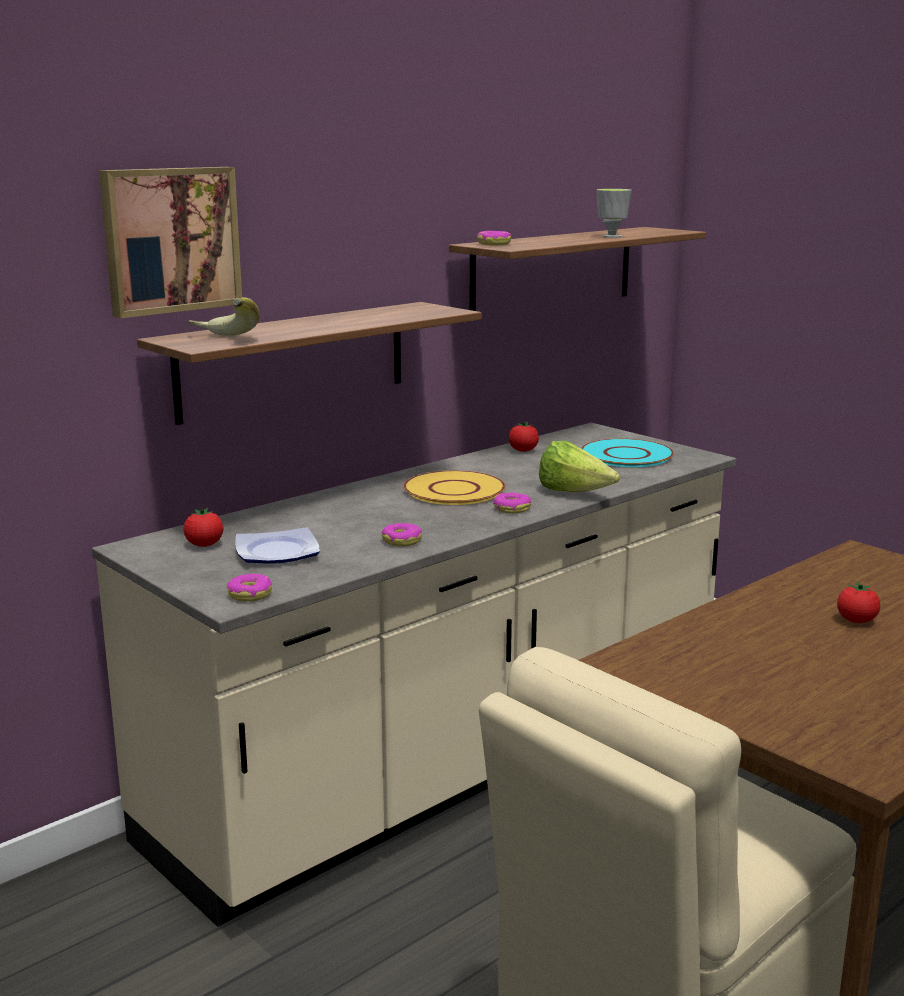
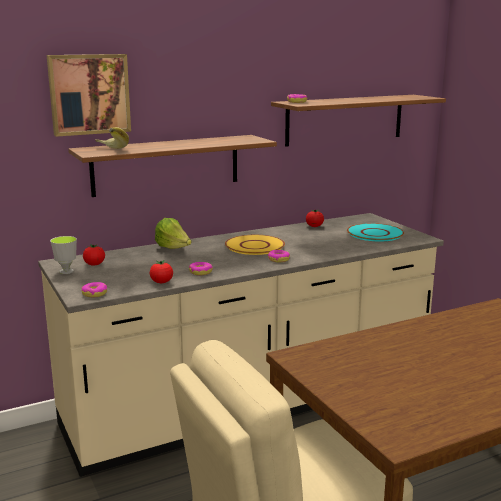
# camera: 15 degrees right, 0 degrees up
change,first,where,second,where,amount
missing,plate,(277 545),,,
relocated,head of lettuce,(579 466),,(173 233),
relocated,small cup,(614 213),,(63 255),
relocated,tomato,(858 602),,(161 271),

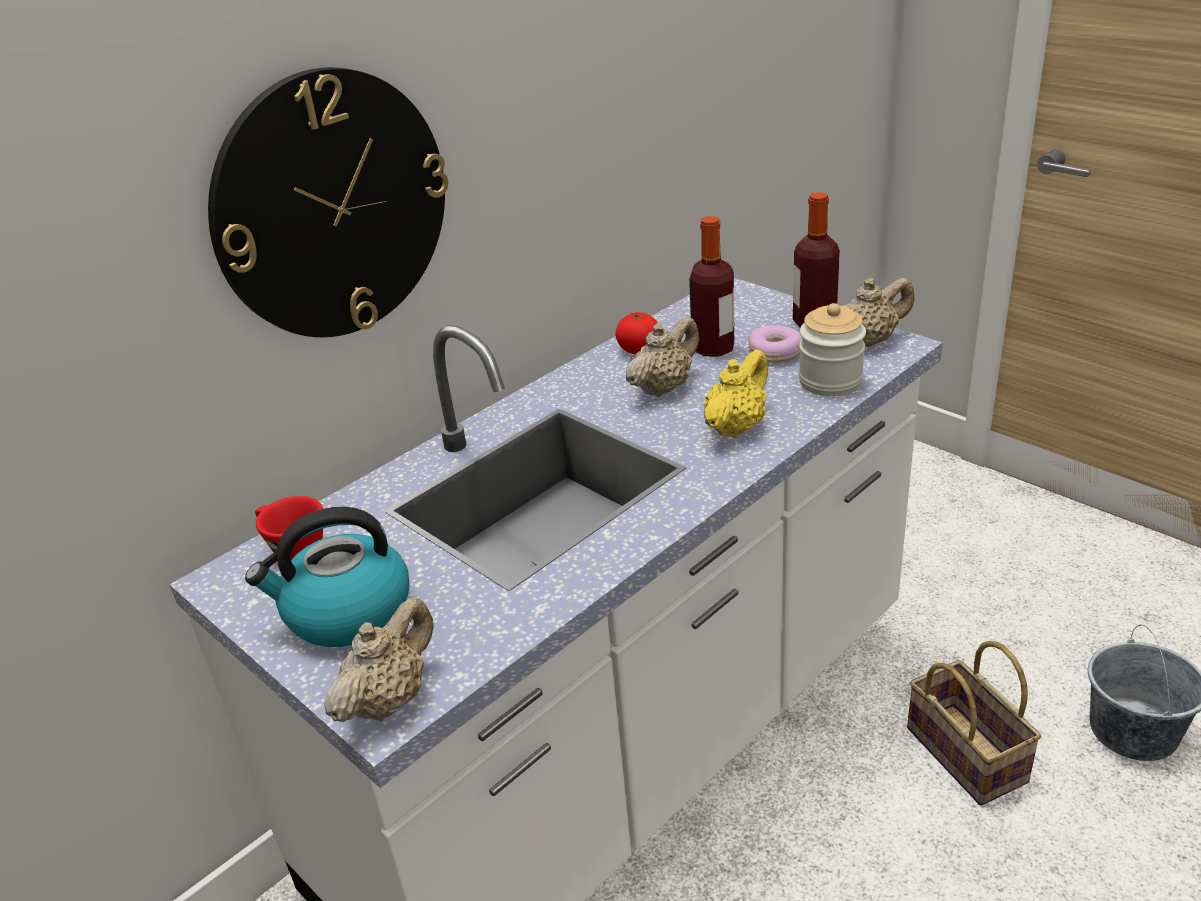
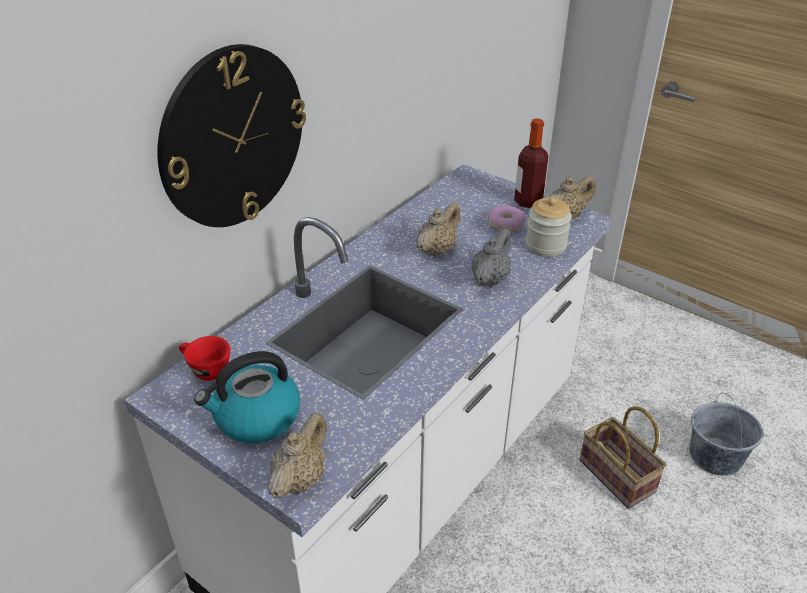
# camera: 10 degrees left, 5 degrees up
change,first,where,second,where,amount
missing,tomato,(636 333),,,
missing,drink bottle,(711 286),,,
colour,yellow pot for tea,(736 394),gray pot for tea,(491 258),

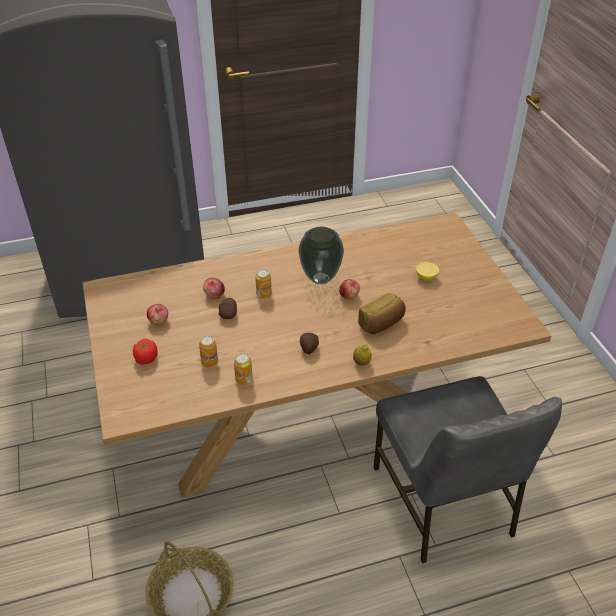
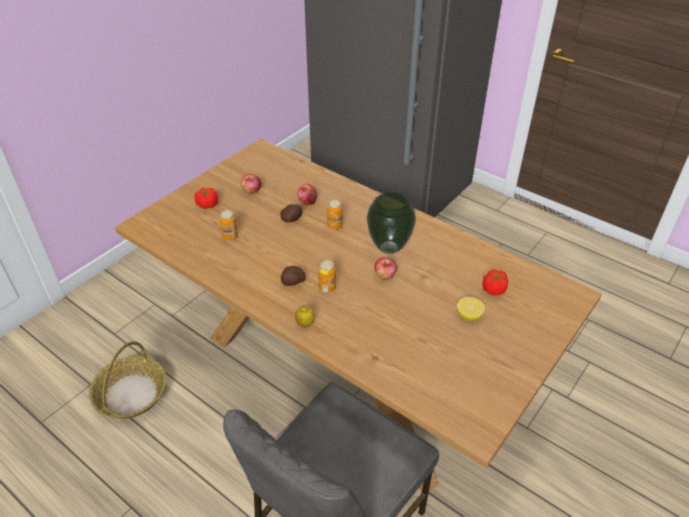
# camera: 55 degrees right, 0 degrees up
change,first,where,second,where,amount
missing,bread,(382 313),,,
appeared,,,tomato,(495 282),
relocated,can,(243 369),,(327 276),

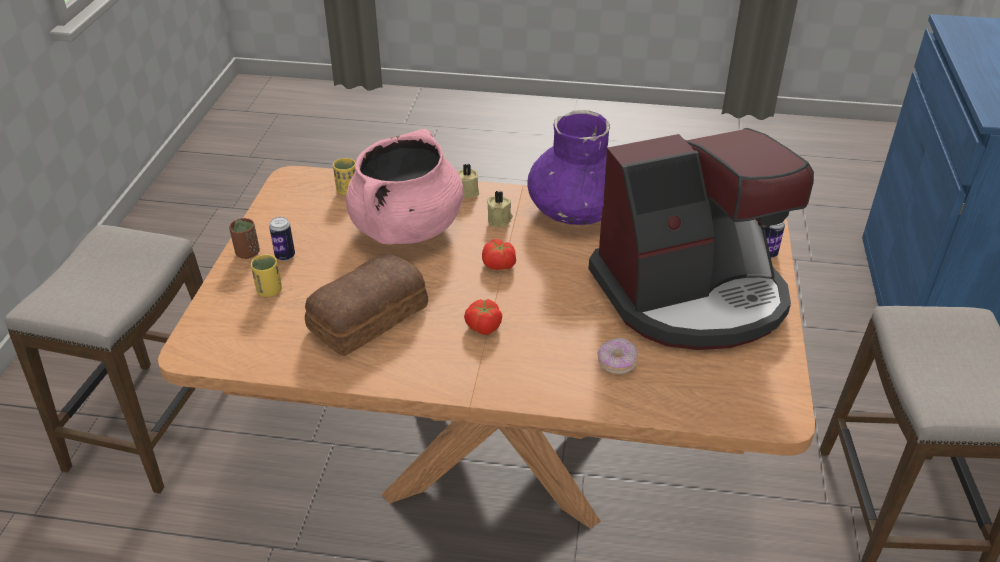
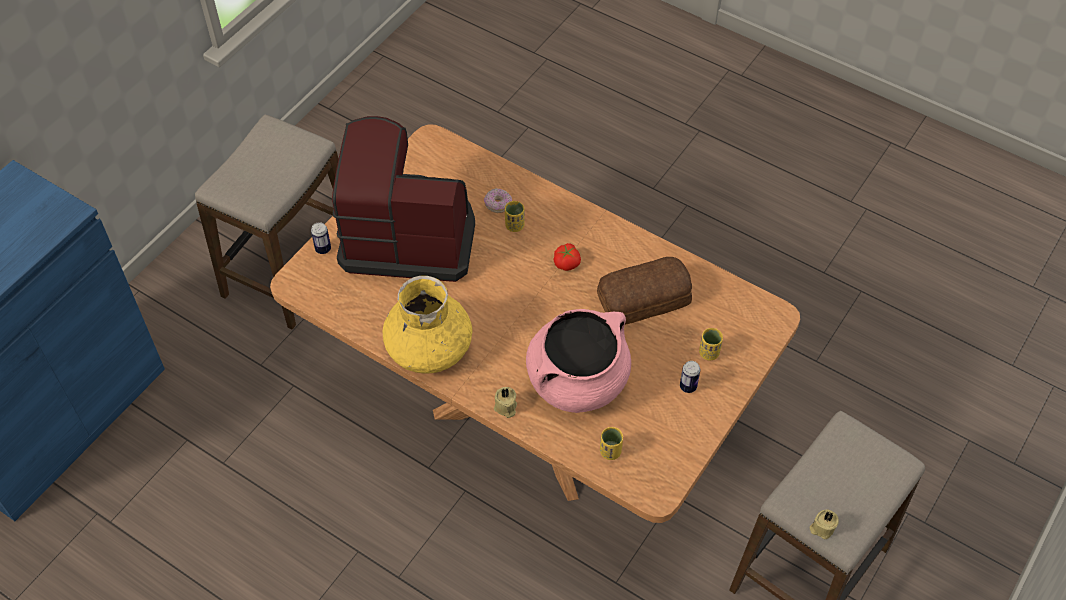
# camera: 155 degrees left, 15 degrees up
change,first,where,second,where,amount
missing,brown small cup,(244 238),,,
missing,tomato,(499 254),,,
appeared,,,yellow small cup,(515 216),
relocated,sand-coloured wax light,(500 209),,(824 524),
colour,purple-coloured vase,(568 167),yellow vase,(427 324),

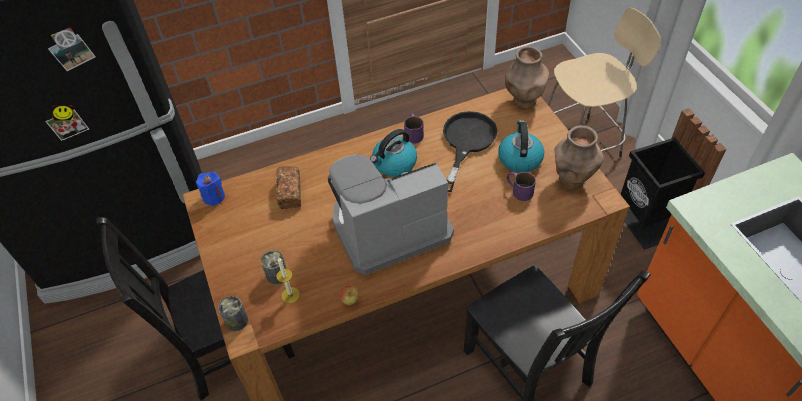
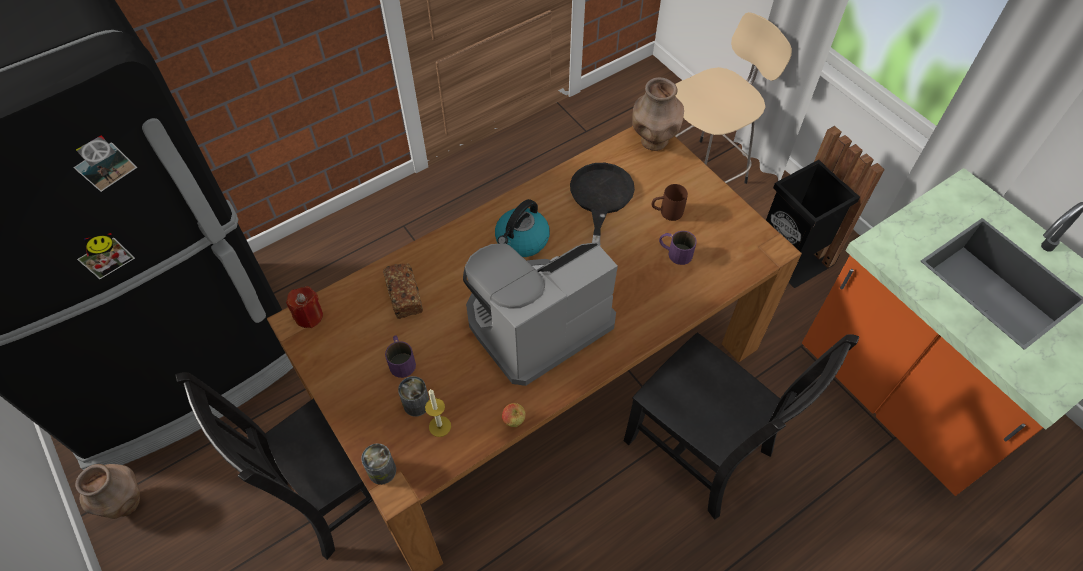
# camera: 15 degrees left, 5 degrees up
change,first,where,second,where,amount
relocated,purple-coloured coffee mug,(414 128),,(400 356),
relocated,brown vase,(579 157),,(107 491),
exchanged,water kettle,(521 146),brown coffee mug,(670 202),
colour,blue wax light,(210 189),red wax light,(304 307),

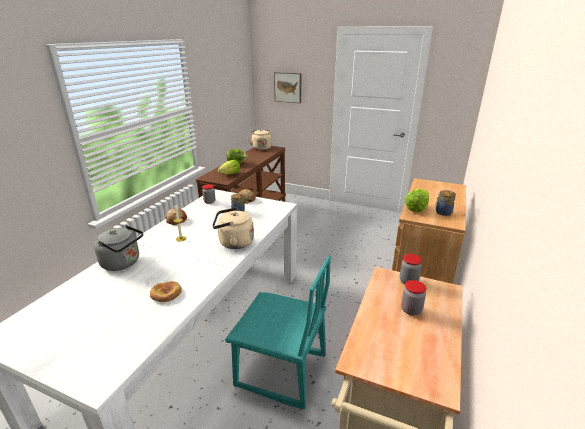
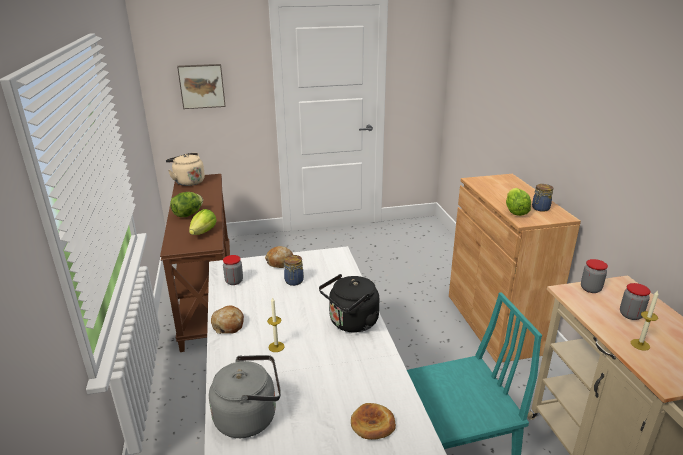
# camera: 35 degrees left, 0 degrees up
change,first,where,second,where,amount
appeared,,,wax light,(645 320),
colour,sand-coloured water kettle,(233 228),blackish water kettle,(349 303),

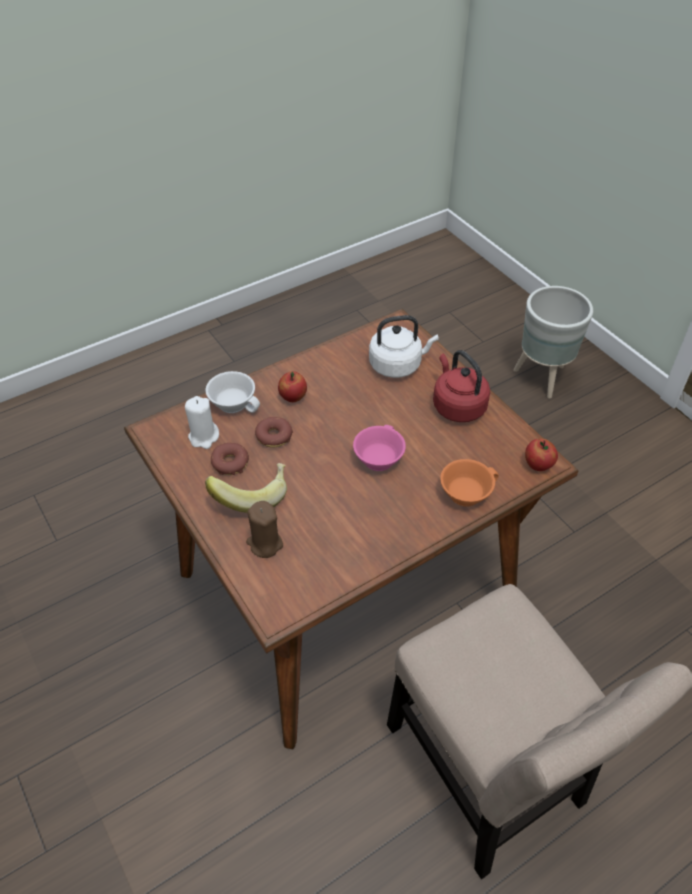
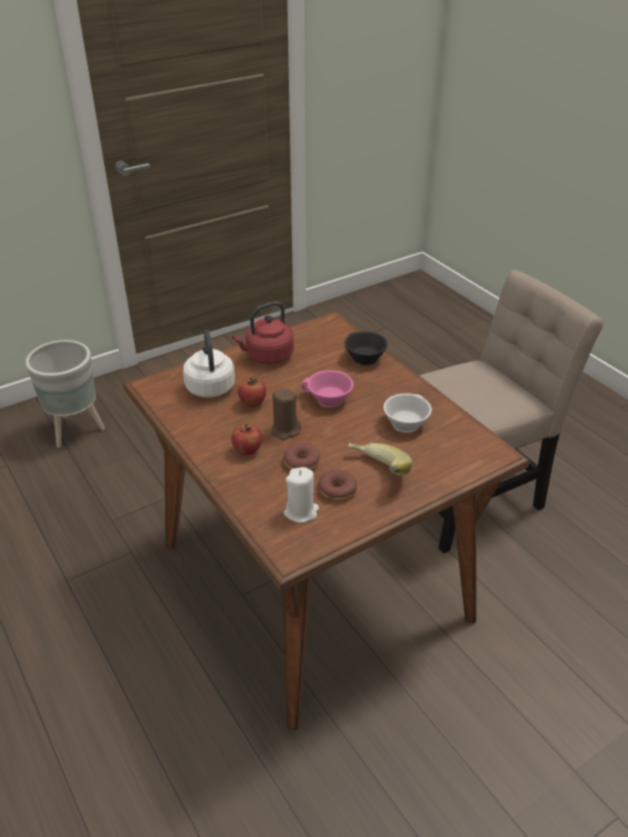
# camera: 90 degrees left, 10 degrees down
change,first,where,second,where,amount
relocated,white small cup,(233 392),,(407 413),
relocated,brown wax light,(264 529),,(286 414),
relocated,whole apple,(541 455),,(252 392),
colour,orangey small cup,(469 483),blackish small cup,(366 348),

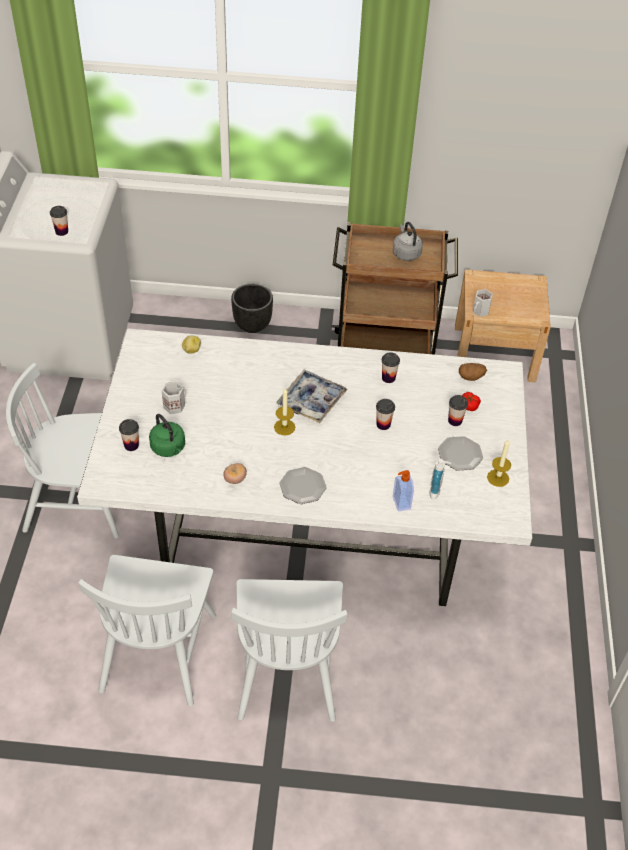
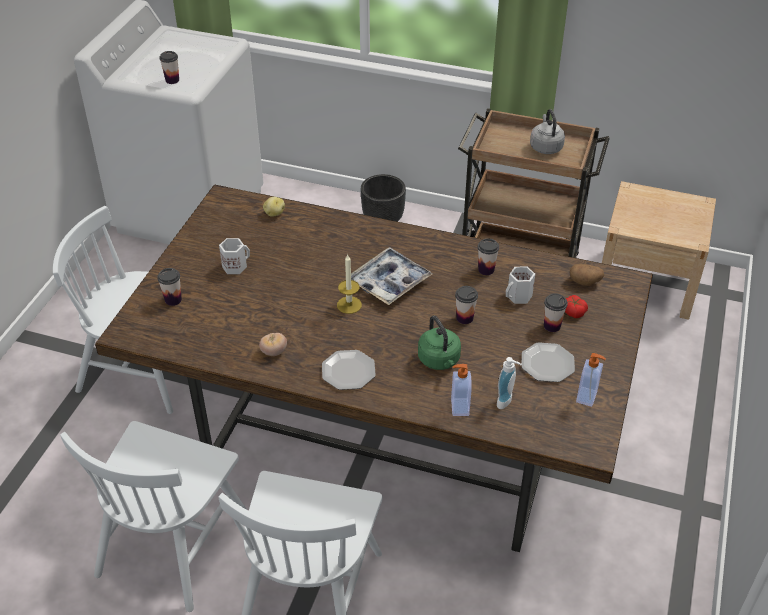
# camera: 15 degrees right, 5 degrees down
change,first,where,second,where,amount
relocated,green water kettle,(167 435),,(439 343),
relocated,white coffee mug,(483 303),,(520 285),
exchanged,wax light,(499 463),soap dispenser,(591 380),
colour,white dinner table,(304 467),brown dinner table,(374 368),

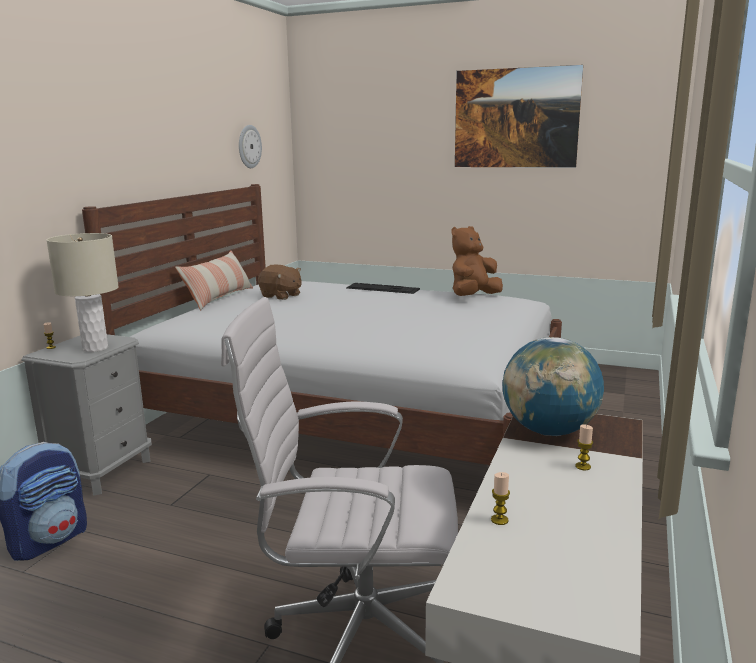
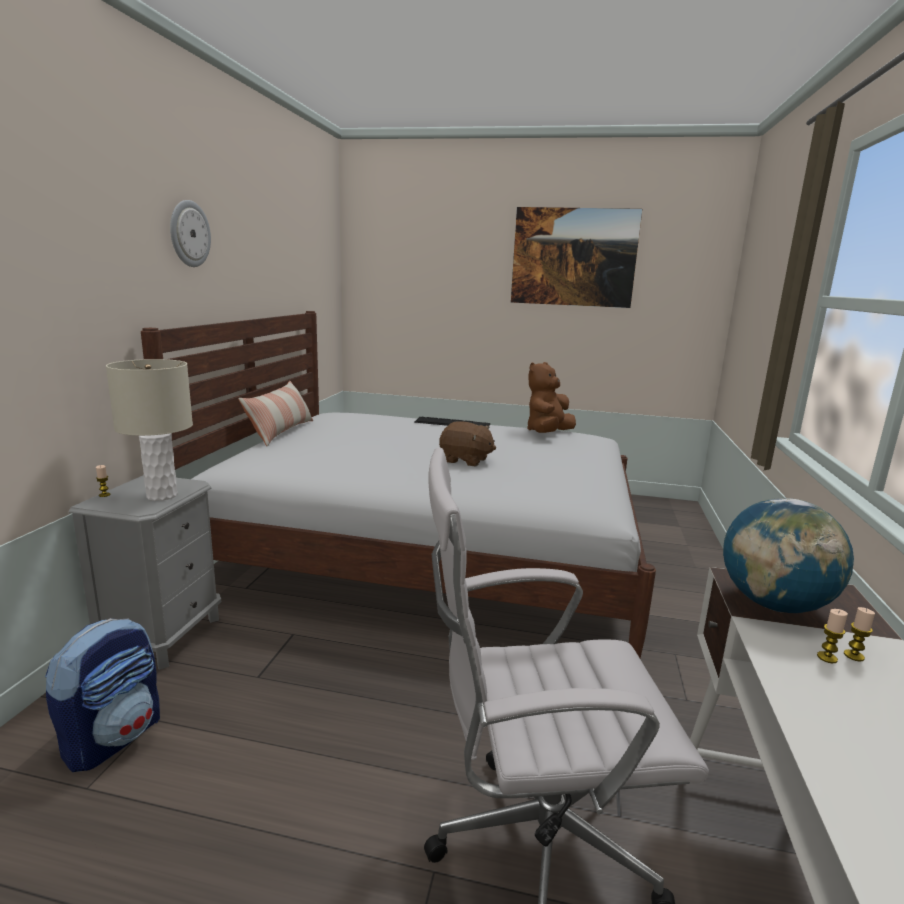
# camera: 10 degrees left, 0 degrees up
change,first,where,second,where,amount
relocated,clock on the wall,(250 146),,(190 233),
relocated,brown plush toy,(280 282),,(467 444),
relocated,wax light,(500 498),,(832 636),

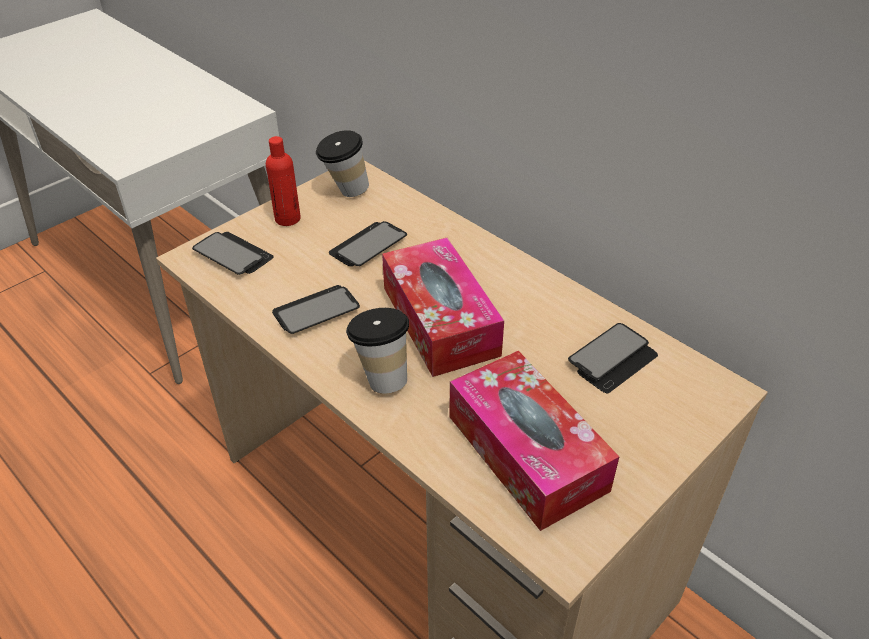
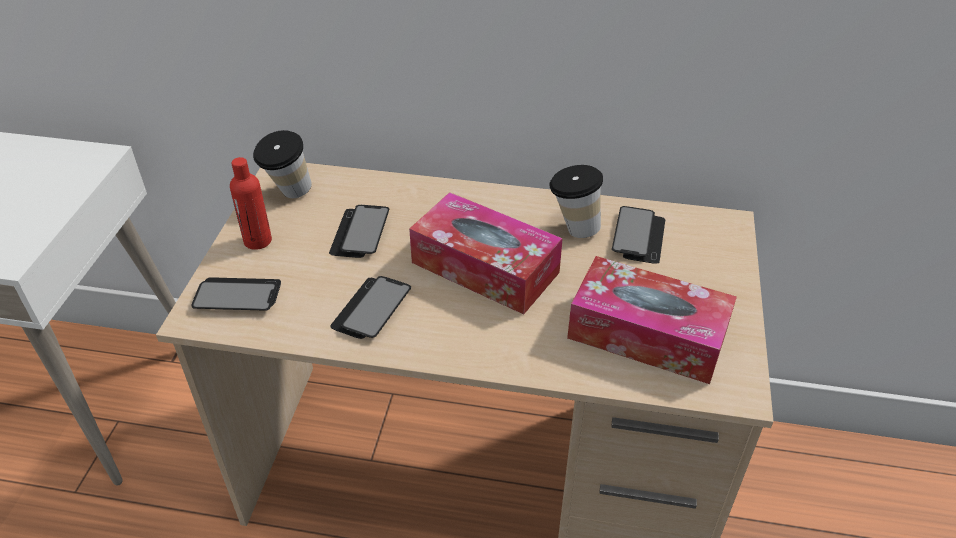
# camera: 35 degrees left, 0 degrees up
change,first,where,second,where,amount
relocated,small cup,(377 350),,(576 201),

